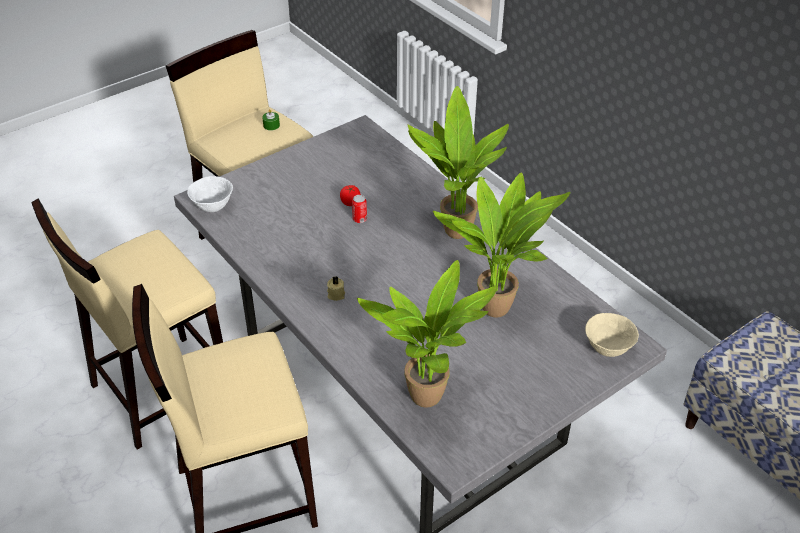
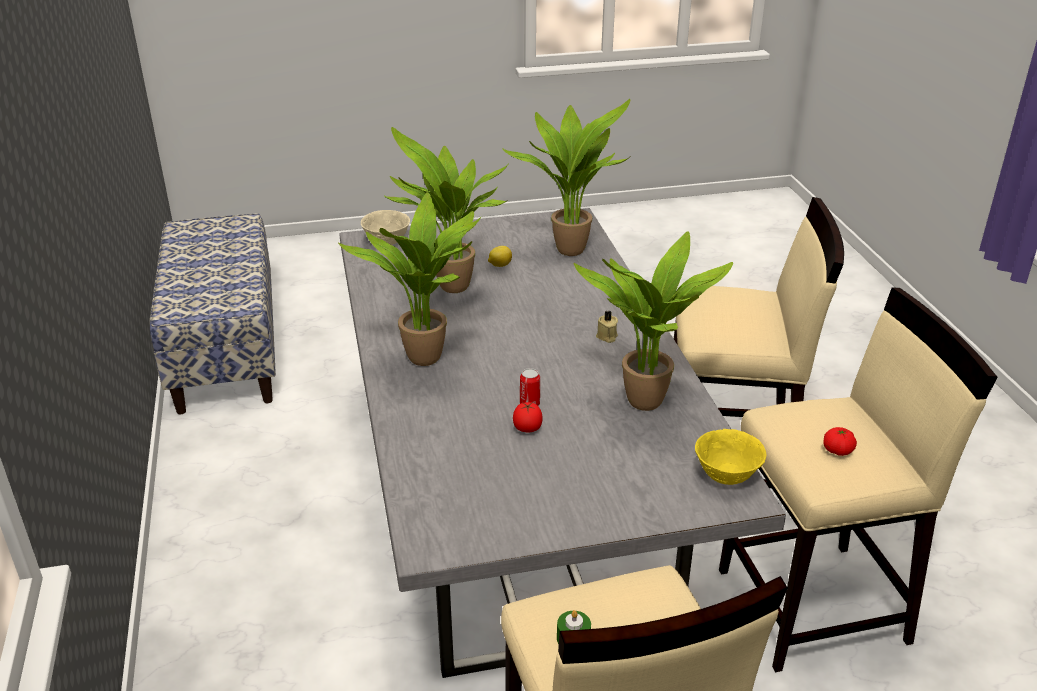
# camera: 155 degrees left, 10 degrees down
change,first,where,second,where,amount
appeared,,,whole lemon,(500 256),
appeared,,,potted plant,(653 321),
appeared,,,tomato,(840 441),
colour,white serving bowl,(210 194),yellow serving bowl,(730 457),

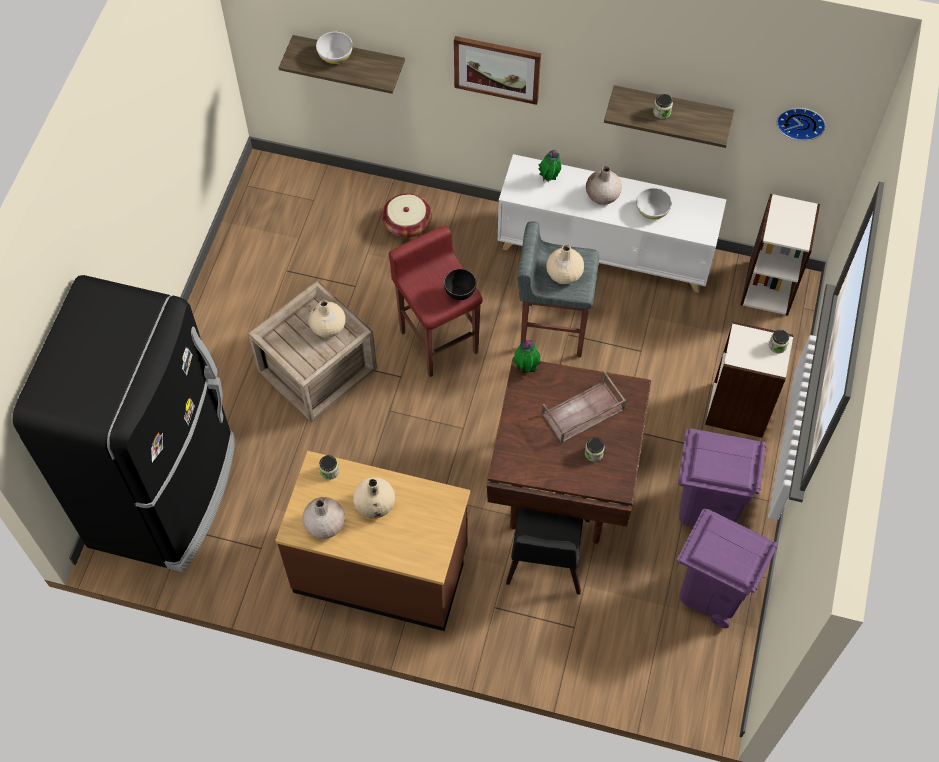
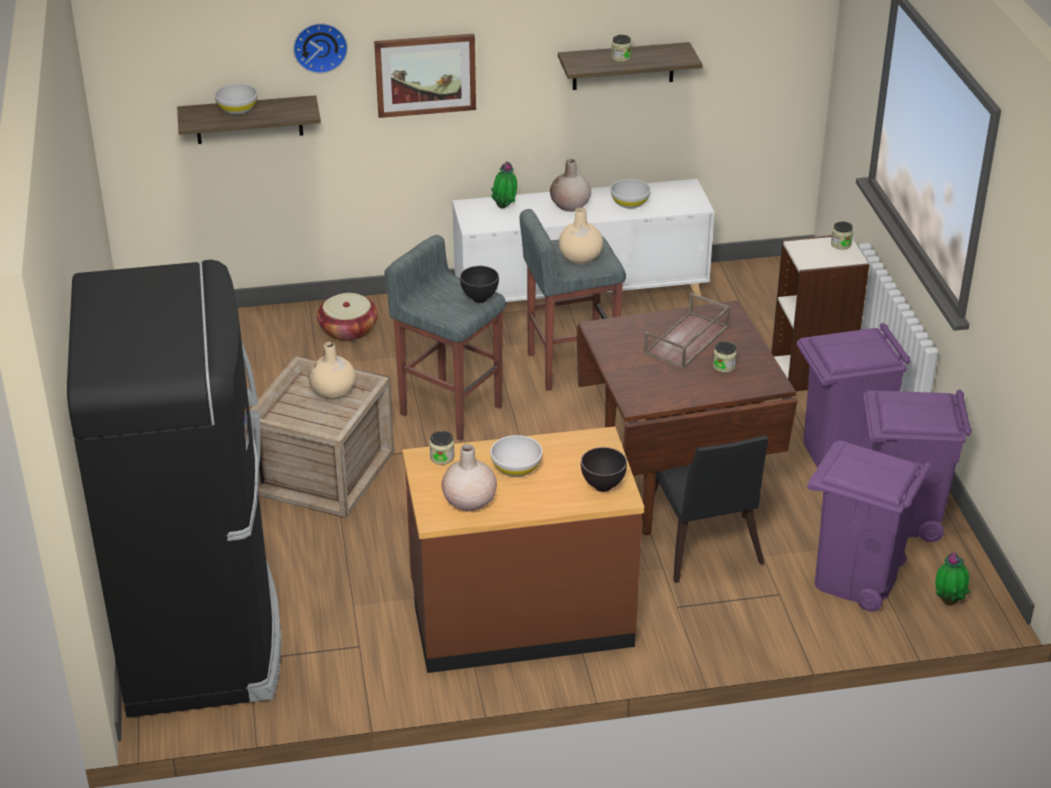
# camera: 25 degrees left, 25 degrees down
change,first,where,second,where,amount
missing,bookshelf,(780 255),,,
appeared,,,blackish serving bowl,(604 469),
appeared,,,purple-coloured trash can,(869 526),
relocated,potted plant,(527 356),,(952 579),
relocated,clock on the wall,(801 124),,(320 48),
exchanged,sand-coloured vase,(374 497),white serving bowl,(516 456),
colour,red sitting stool,(436 301),gray sitting stool,(445 338),

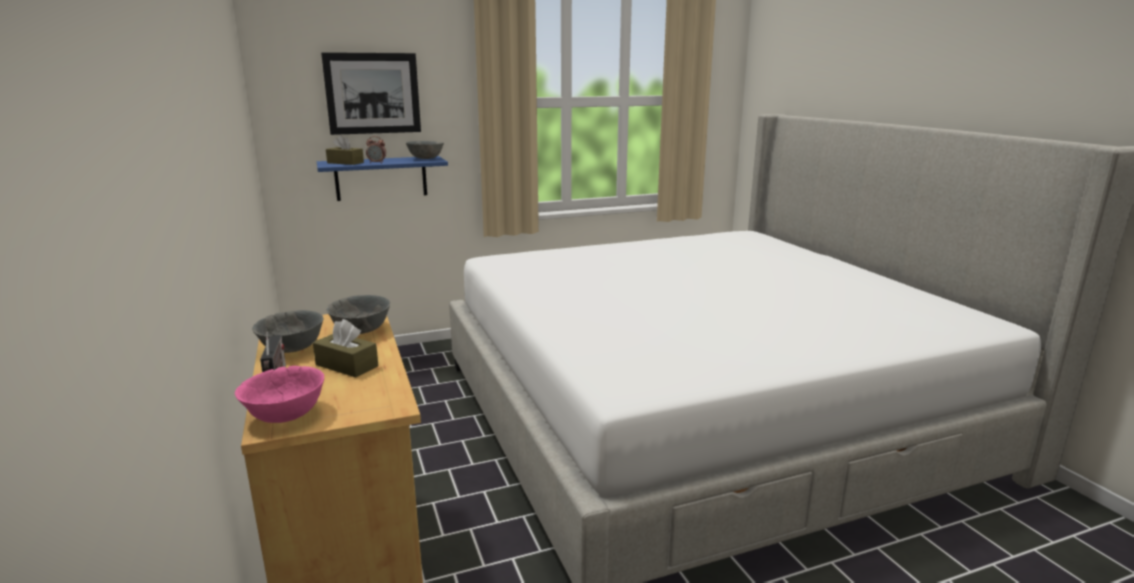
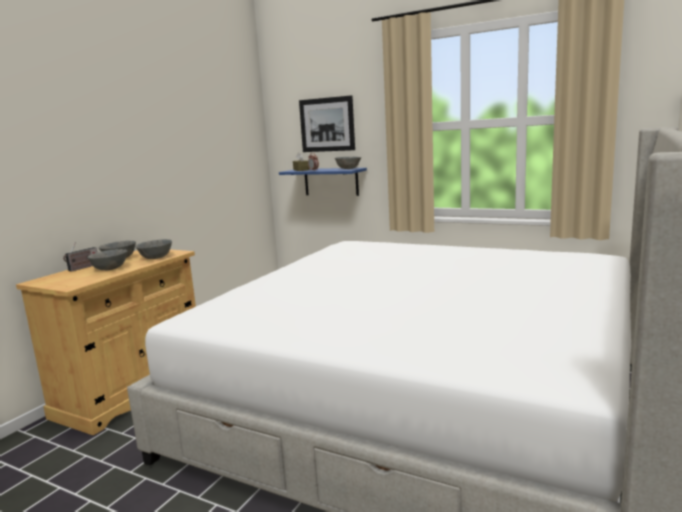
# camera: 50 degrees right, 5 degrees down
change,first,where,second,where,amount
missing,pinkish serving bowl,(279 394),,,
exchanged,brown tissue holder,(345 348),gray serving bowl,(107 259),

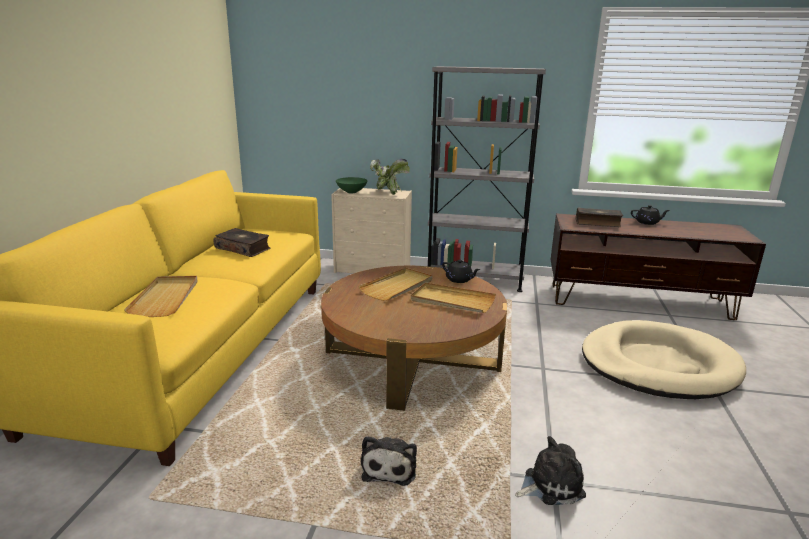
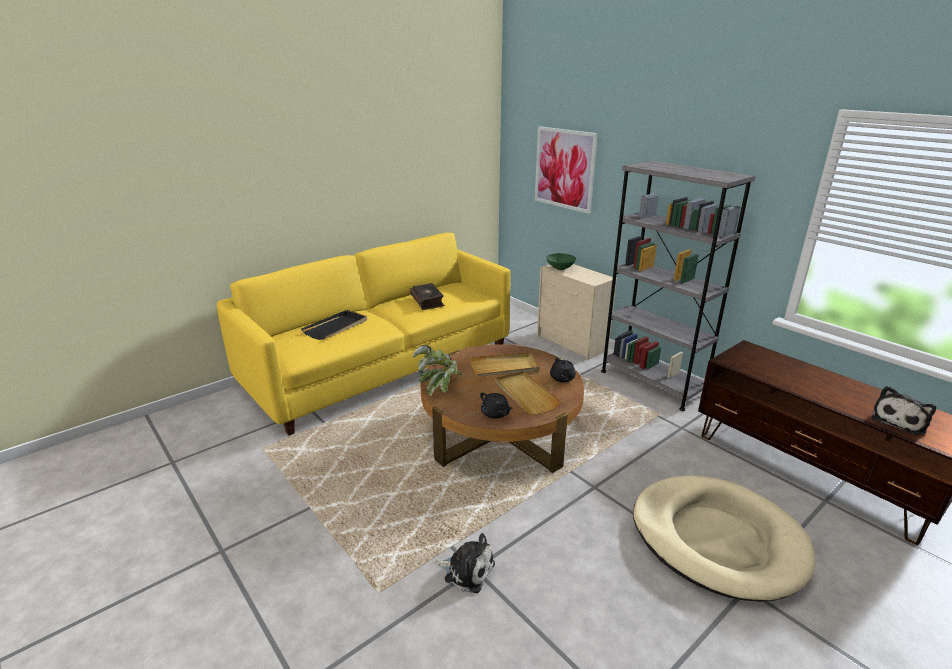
# camera: 40 degrees right, 5 degrees up
change,first,where,second,where,amount
missing,bound book,(599 217),,,
appeared,,,wall art,(566 170),
relocated,plush toy,(389 461),,(904 410),
relocated,potted plant,(390 177),,(437 370),
relocated,blackish pot for tea,(650 215),,(496 406),
colour,sand-coloured serving tray,(160 296),blackish serving tray,(334 325),

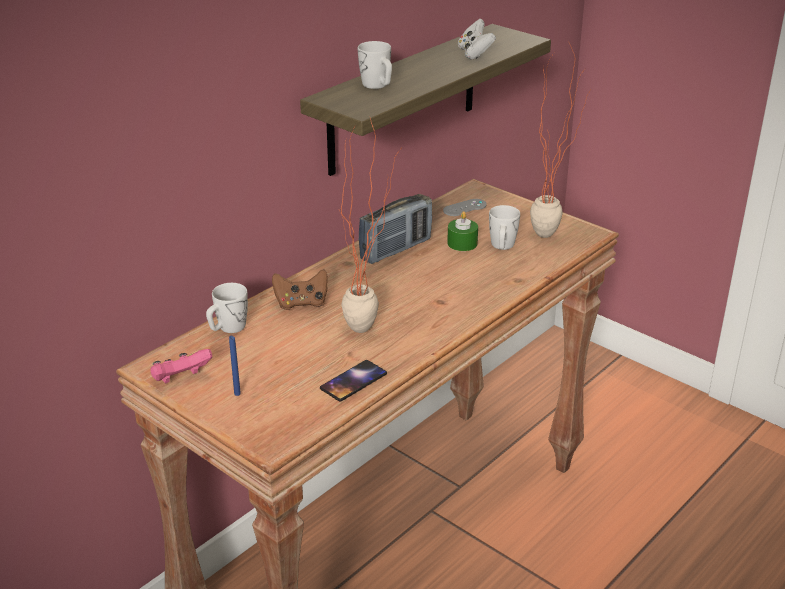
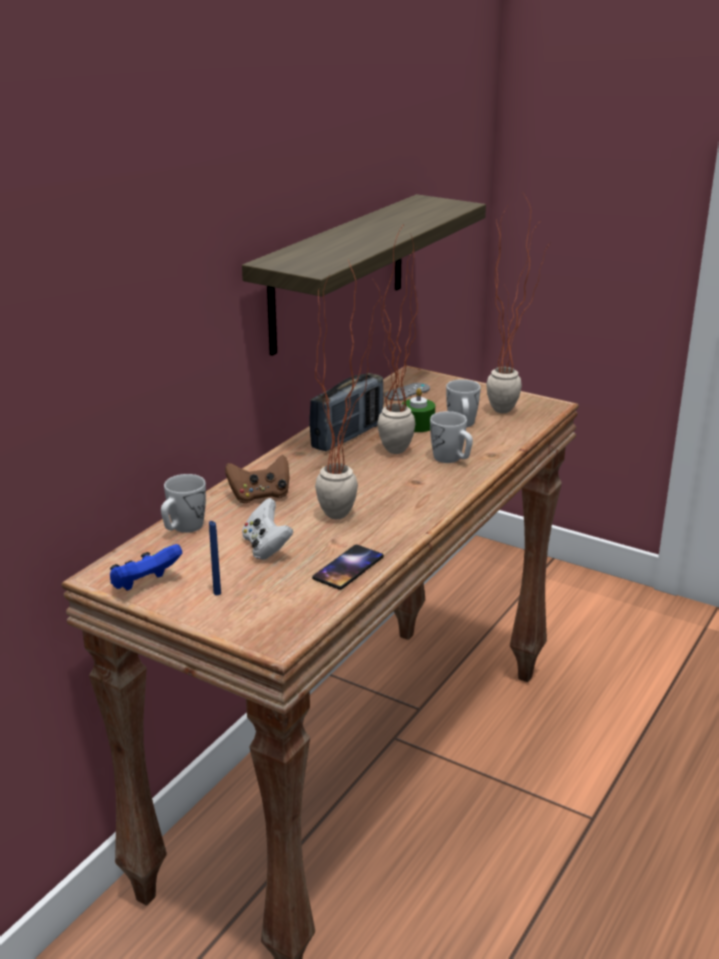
# camera: 10 degrees left, 5 degrees down
change,first,where,second,where,amount
appeared,,,potted plant,(395 340),
relocated,white coffee mug,(375 65),,(451 437),
relocated,white game controller,(477 39),,(267 529),
colour,pinkish game controller,(181 366),blue game controller,(146 567),

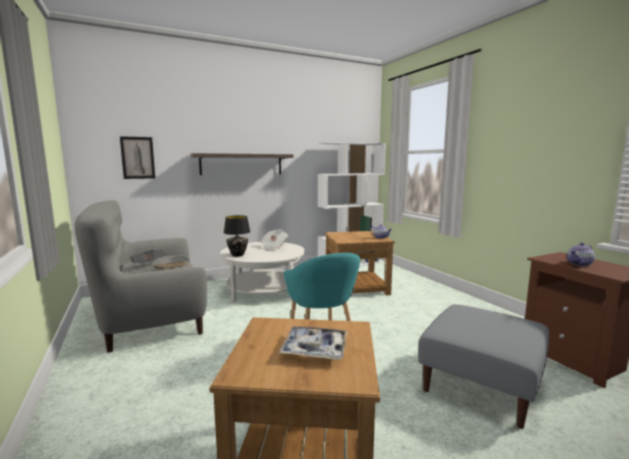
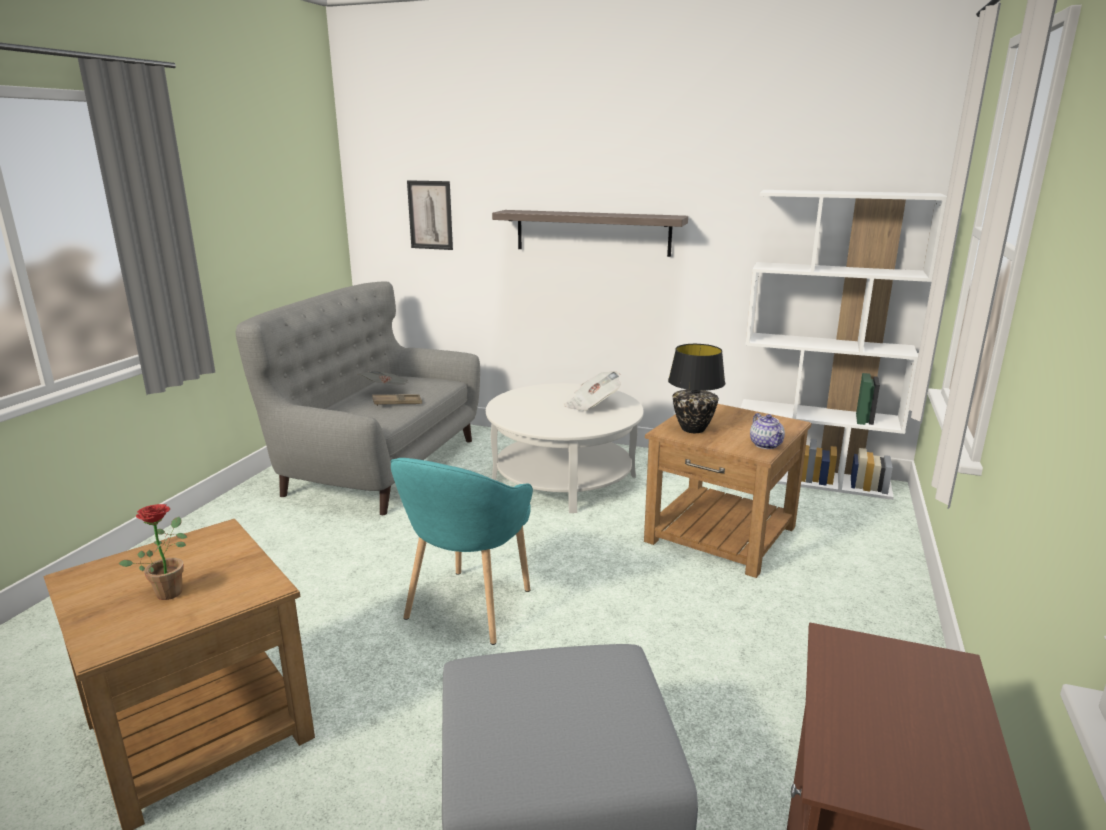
# camera: 45 degrees right, 10 degrees up
change,first,where,second,where,amount
missing,pot for tea,(581 254),,,
relocated,blackish tabletop lamp,(237 236),,(696 388),
exchanged,serving tray,(313 343),potted plant,(153 552),

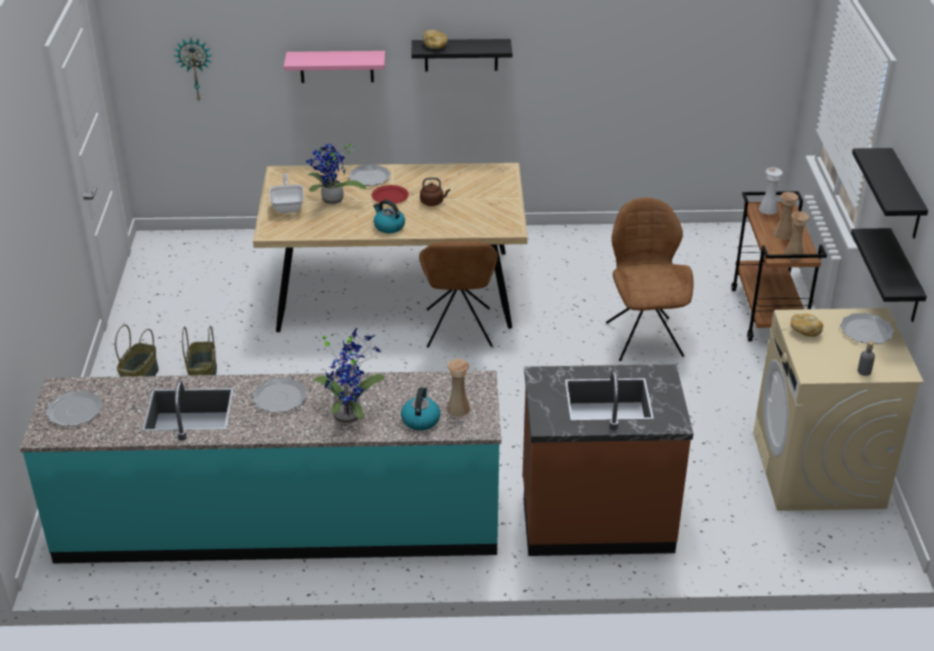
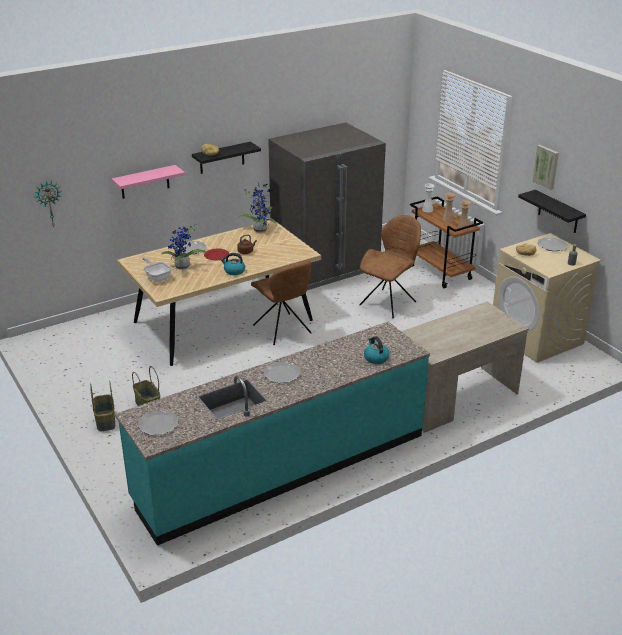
# camera: 30 degrees left, 5 degrees down
change,first,where,second,where,amount
missing,sand-coloured vase,(458 388),,,
appeared,,,gray fridge,(327 206),
relocated,potted plant,(349 376),,(257 208),
exchanged,brown kitchen base unit,(608 460),sand-coloured desk table,(465 367),
exchanged,blackish shelf,(890 193),wall art,(545 167),
spun,brown plain chair,(649 279),,(390 266),75 degrees clockwise

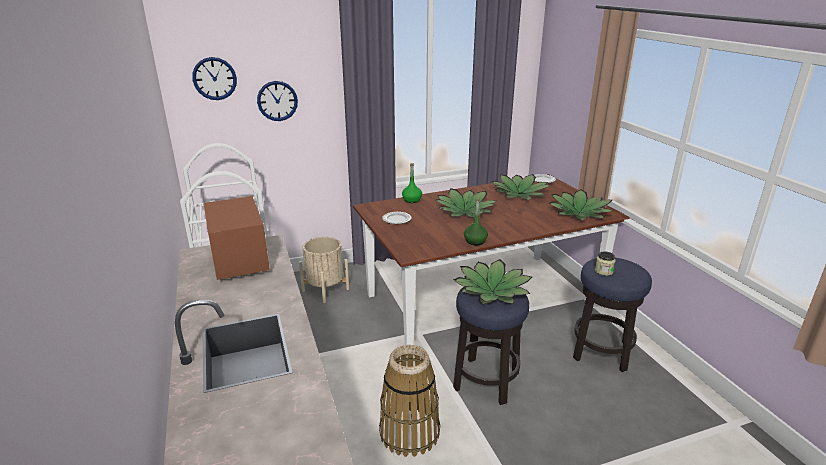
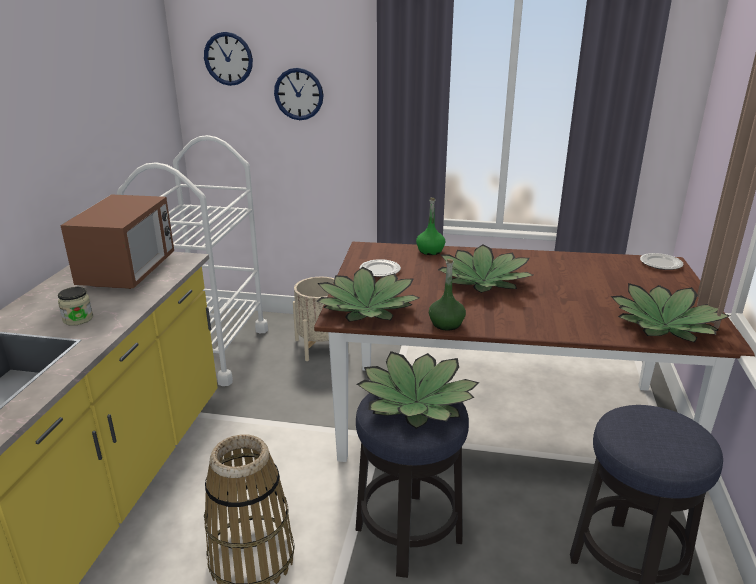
# camera: 30 degrees right, 0 degrees up
change,first,where,second,where,amount
relocated,potted plant,(521 187),,(368 294),
relocated,jar,(605 263),,(75 306),

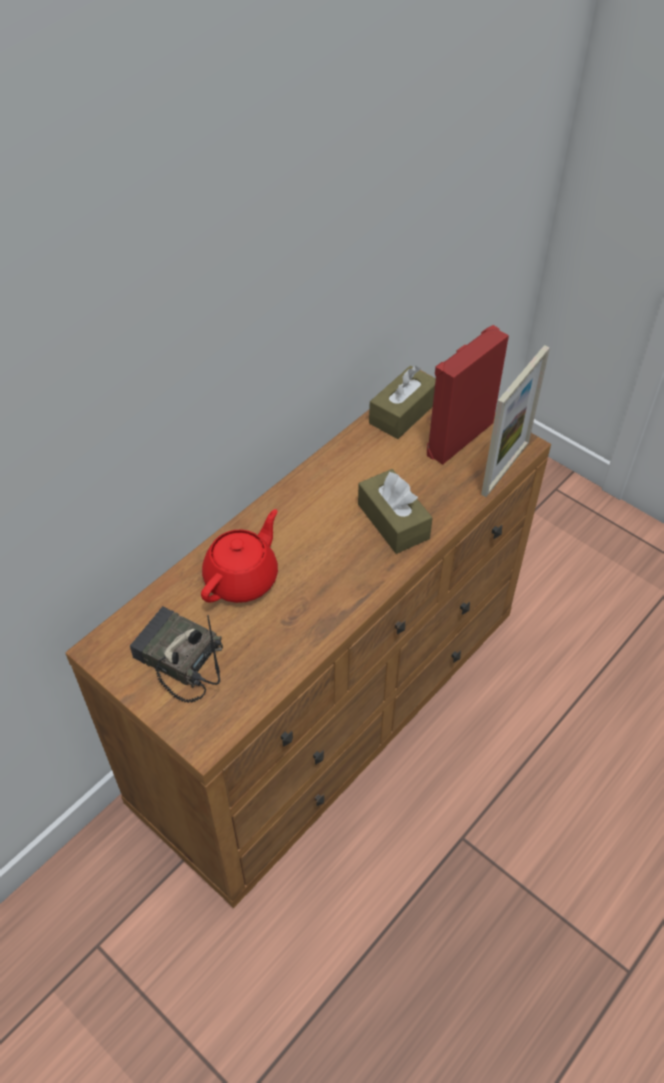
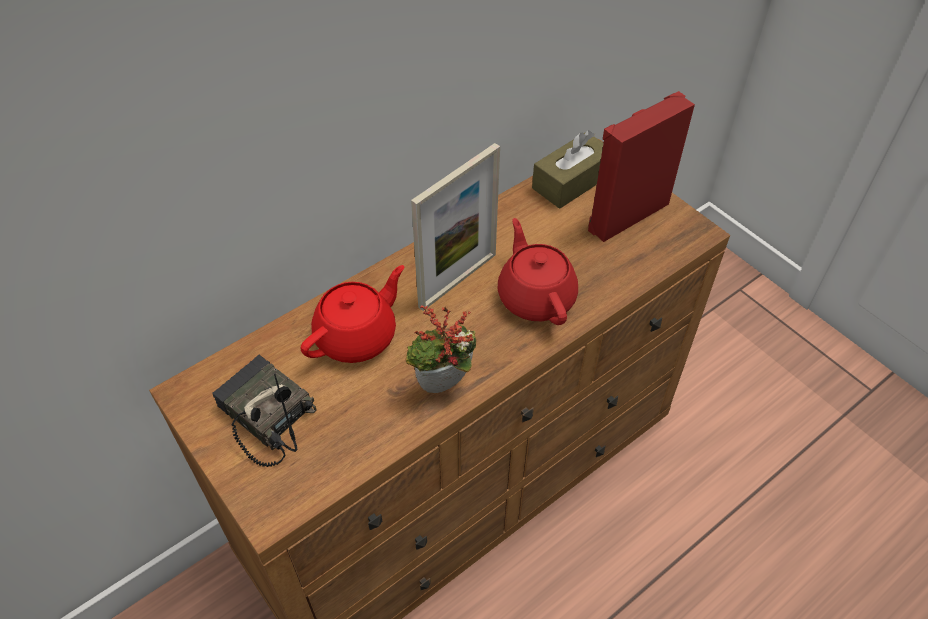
# camera: 10 degrees right, 0 degrees up
change,first,where,second,where,amount
appeared,,,potted plant,(441 349),
relocated,standing frame,(515 421),,(455 227),
exchanged,brown tissue holder,(395 511),red pot for tea,(538 271),

